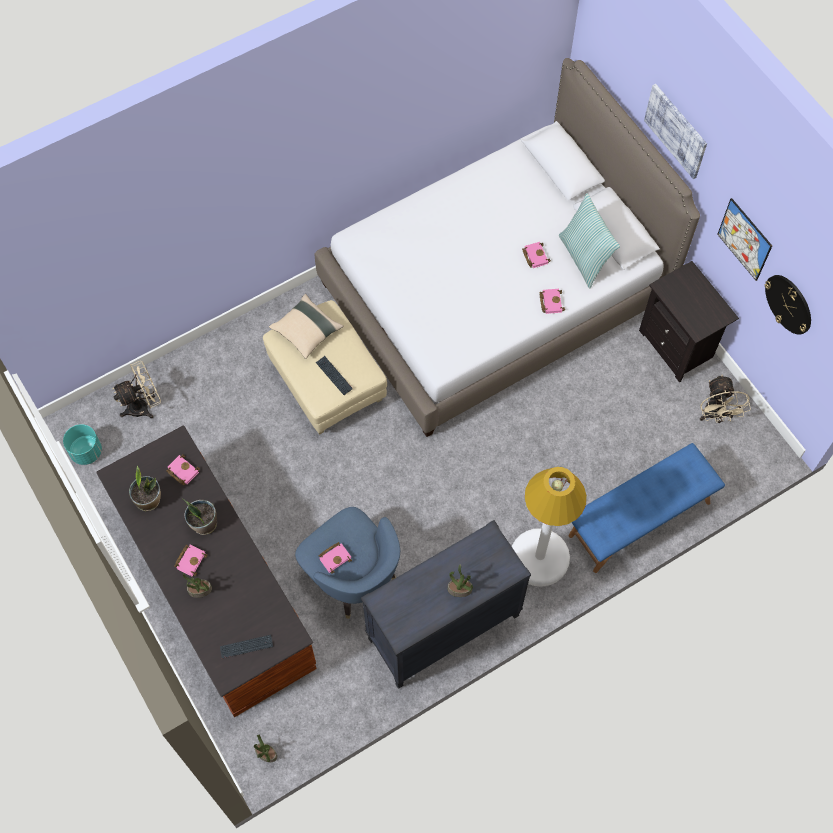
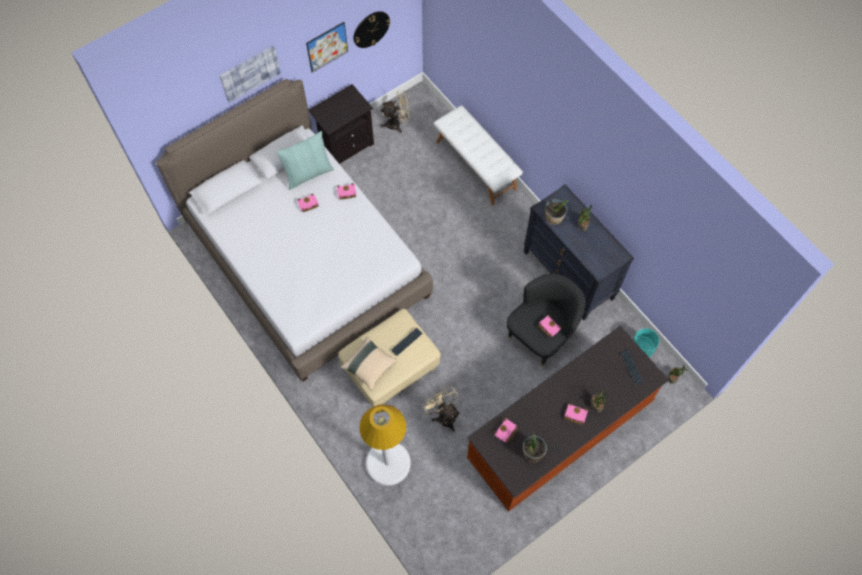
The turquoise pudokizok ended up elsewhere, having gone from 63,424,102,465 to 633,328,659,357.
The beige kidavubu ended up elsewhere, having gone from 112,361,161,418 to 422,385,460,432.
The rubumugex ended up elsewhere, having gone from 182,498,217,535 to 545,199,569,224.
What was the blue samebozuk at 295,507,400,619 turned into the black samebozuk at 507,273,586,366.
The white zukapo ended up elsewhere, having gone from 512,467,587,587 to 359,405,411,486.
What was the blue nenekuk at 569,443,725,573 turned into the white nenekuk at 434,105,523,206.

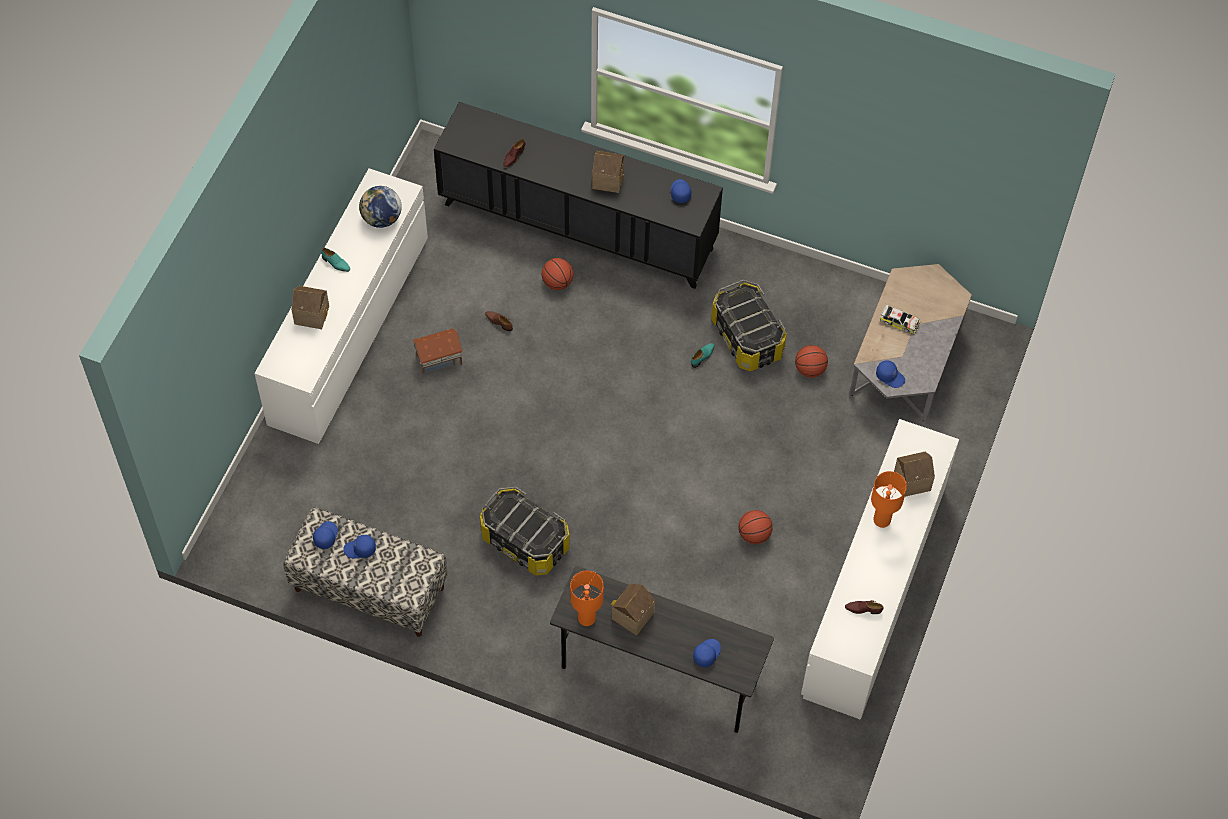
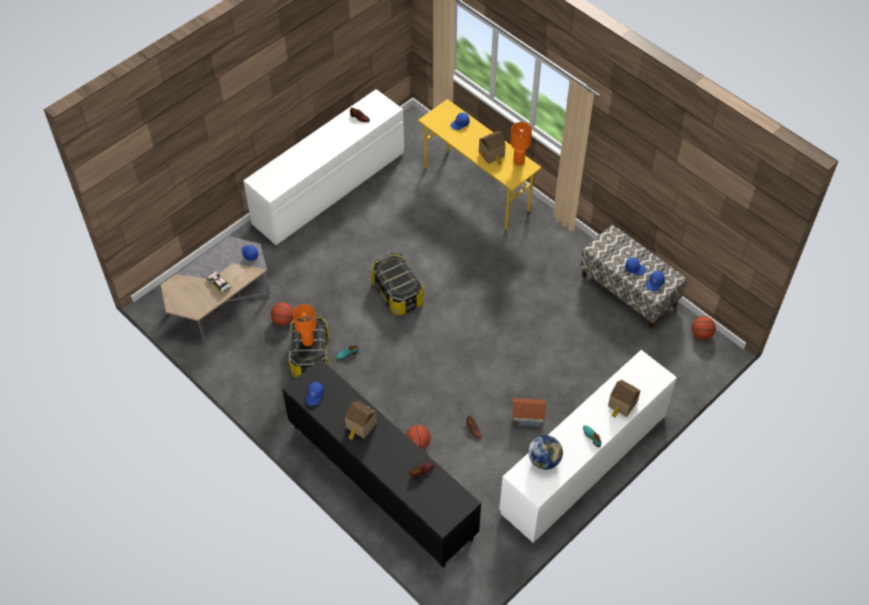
The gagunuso ended up elsewhere, having gone from 480,487,570,575 to 371,252,424,315.
What was the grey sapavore at 550,566,774,733 turned into the yellow sapavore at 418,99,541,230.
The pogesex ended up elsewhere, having gone from 738,510,773,544 to 692,316,716,340.
The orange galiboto ended up elsewhere, having gone from 871,471,907,528 to 293,304,316,346.
The second view lost the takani at 894,451,935,497.

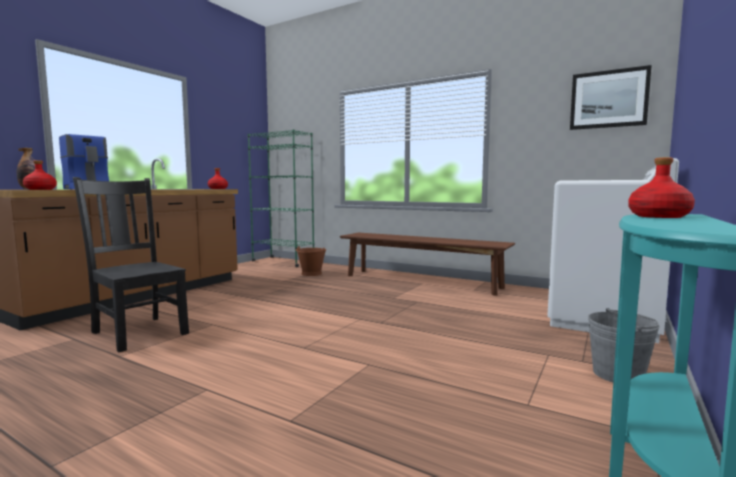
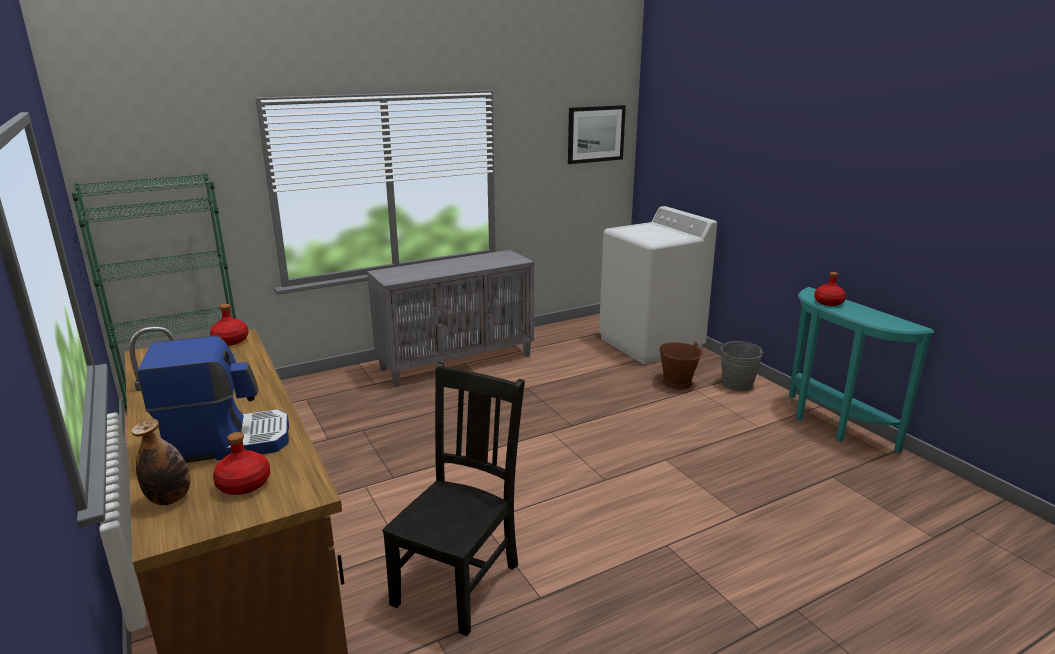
The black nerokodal at 73,177,189,352 ended up facing another way, 135 degrees clockwise from before.
The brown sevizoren ended up elsewhere, having gone from 296,246,326,276 to 659,342,703,390.
Where the brown nenekuk stood at 340,233,515,295, the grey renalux came to stand at 367,250,534,387.

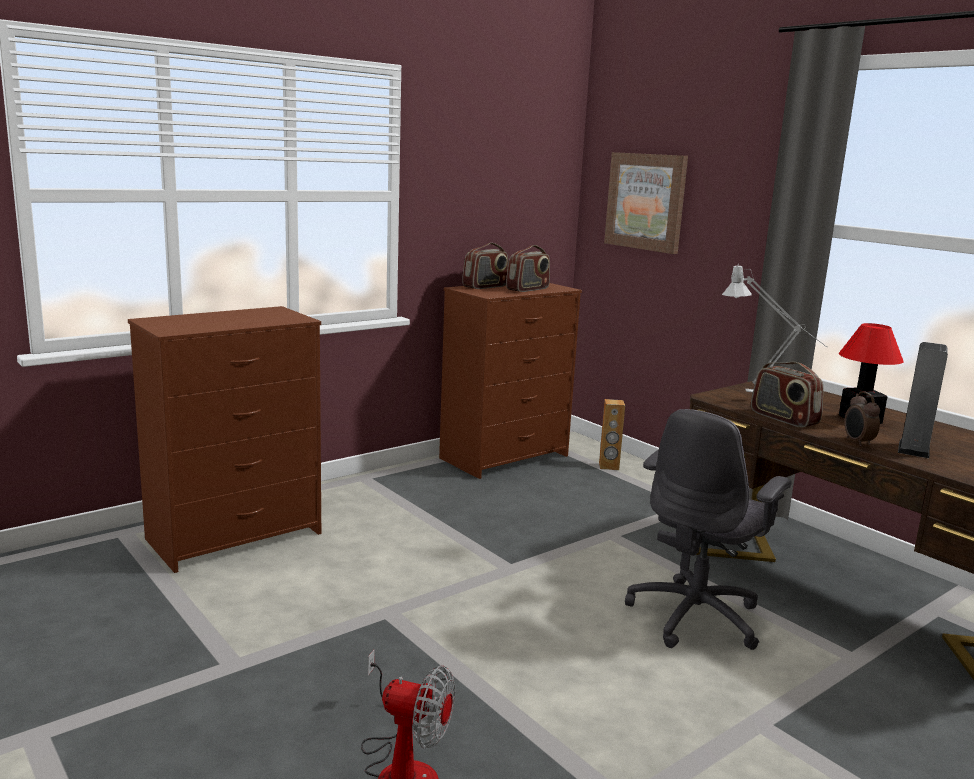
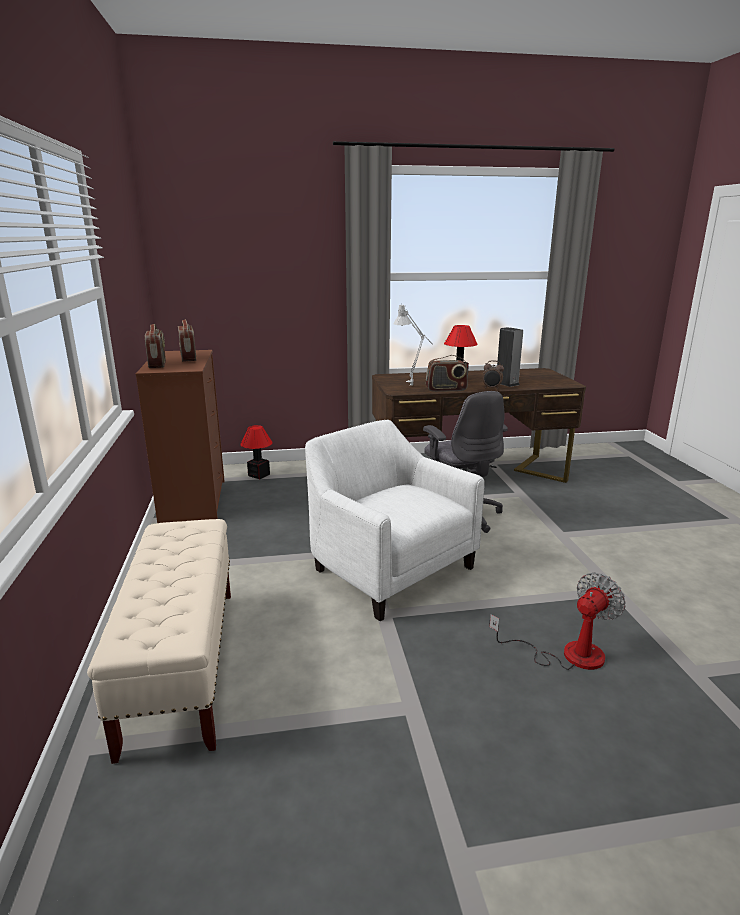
Where the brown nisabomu stood at 128,306,321,573, the beige nenekuk came to stand at 87,519,231,764.
Where the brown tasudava stood at 599,399,625,470, the galiboto came to stand at 241,425,273,479.
The second view lost the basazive at 604,152,688,254.
The second view gained the white samebozuk at 305,420,485,621.

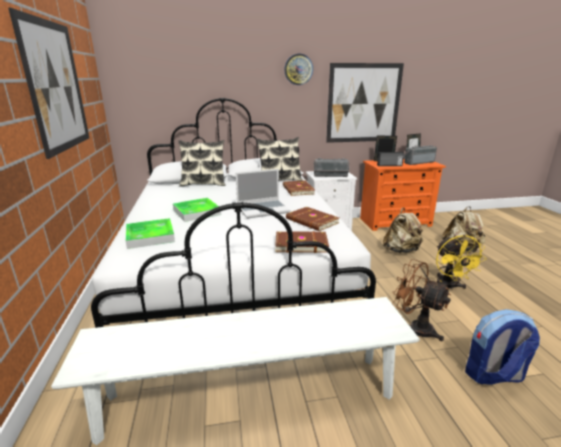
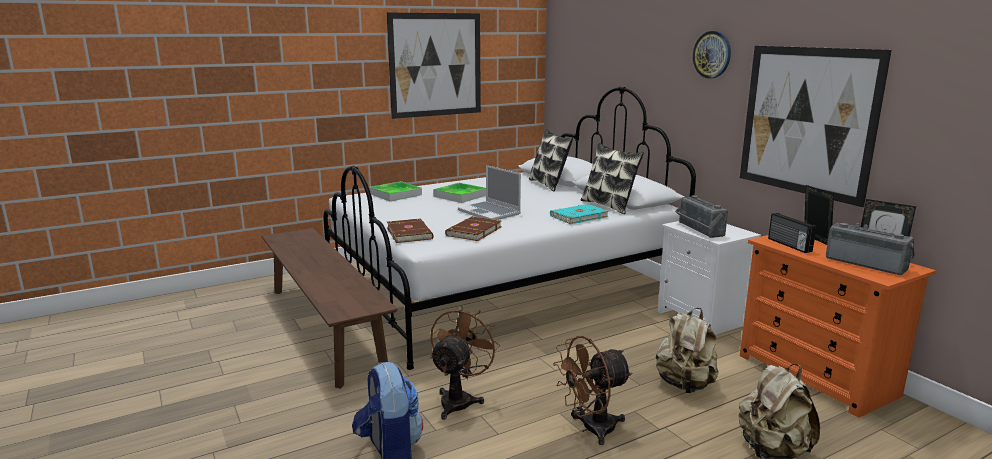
What was the white nenekuk at 51,297,420,445 turned into the brown nenekuk at 262,228,397,389.
What was the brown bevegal at 283,180,315,196 turned into the turquoise bevegal at 550,204,609,224.
What was the yellow kidavubu at 436,235,487,290 turned into the brown kidavubu at 553,336,633,445.

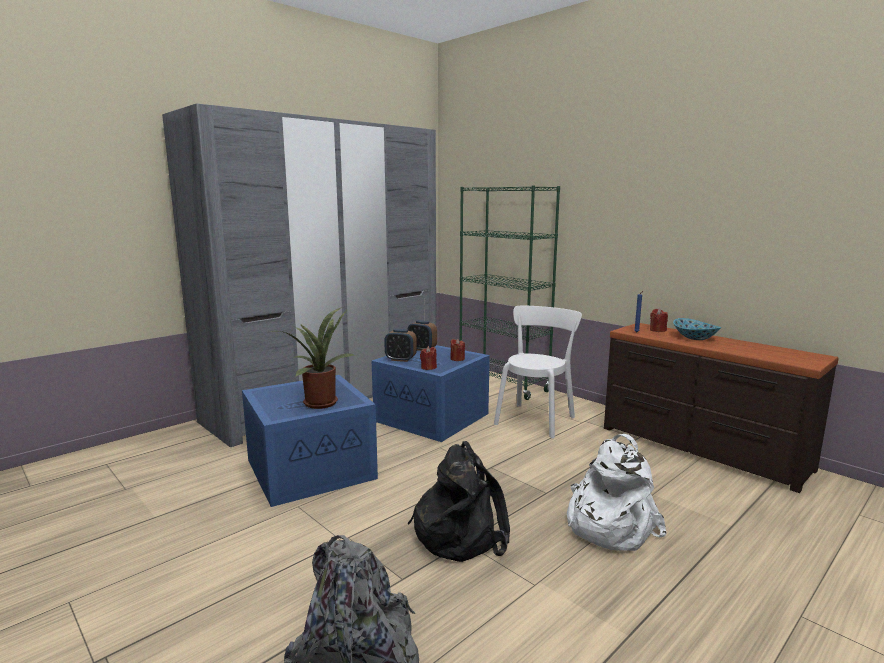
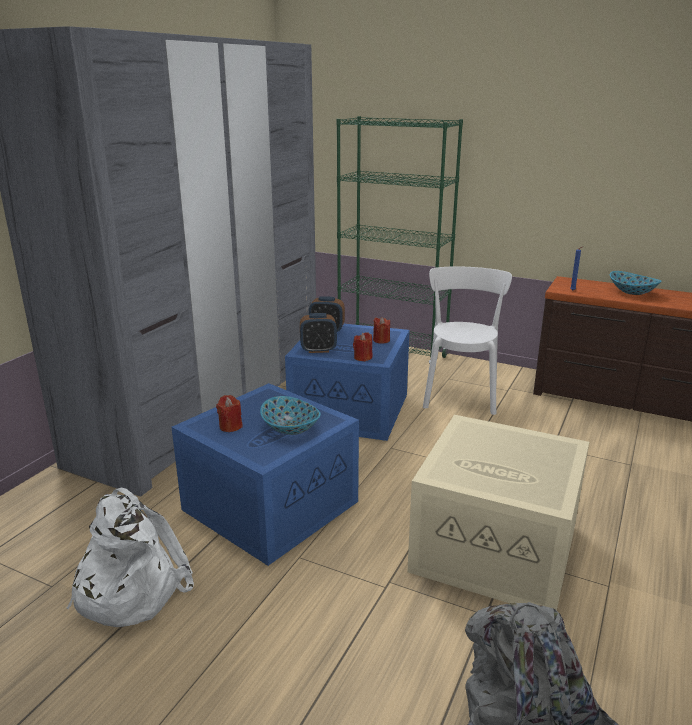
Where the rubumugex stood at 269,307,356,409, the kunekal came to stand at 260,396,321,435.
Where the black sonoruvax stood at 408,441,510,562, the beige gagunuso came to stand at 407,415,589,611.
The white sonoruvax ended up elsewhere, having gone from 567,434,667,551 to 66,488,194,627.
The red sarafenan ended up elsewhere, having gone from 650,309,668,332 to 216,395,243,432.

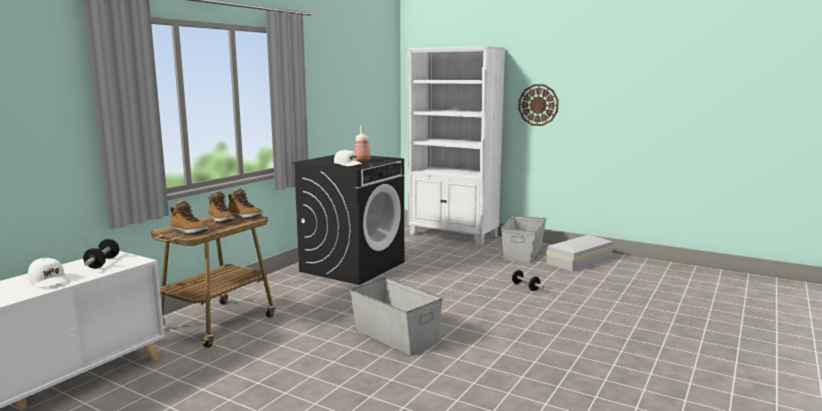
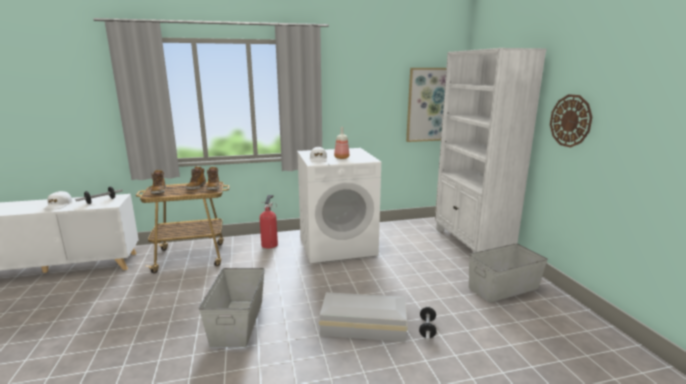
What was the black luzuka at 292,155,404,285 turned into the white luzuka at 297,148,381,263.
The white gagunuso ended up elsewhere, having gone from 546,235,614,272 to 319,292,407,342.
The second view gained the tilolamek at 259,195,278,249.
The second view gained the basazive at 406,68,446,142.

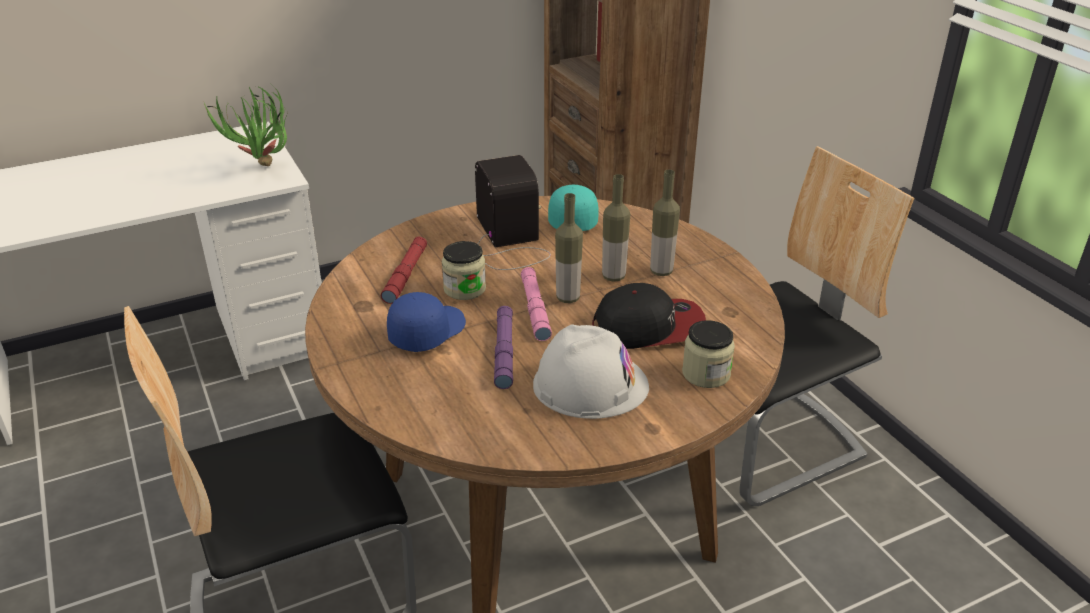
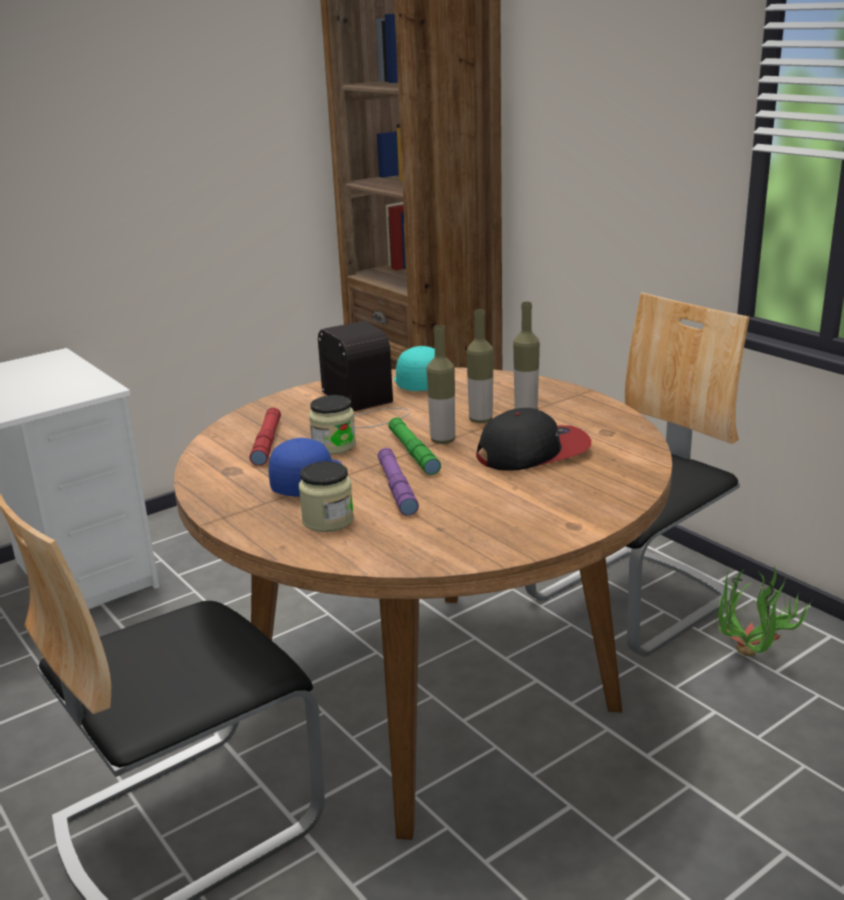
The rubumugex ended up elsewhere, having gone from 204,83,288,166 to 716,566,812,656.
What was the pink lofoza at 521,267,552,341 turned into the green lofoza at 388,417,441,475.
The second view lost the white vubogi at 533,324,649,419.
The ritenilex ended up elsewhere, having gone from 682,320,735,388 to 299,461,354,532.

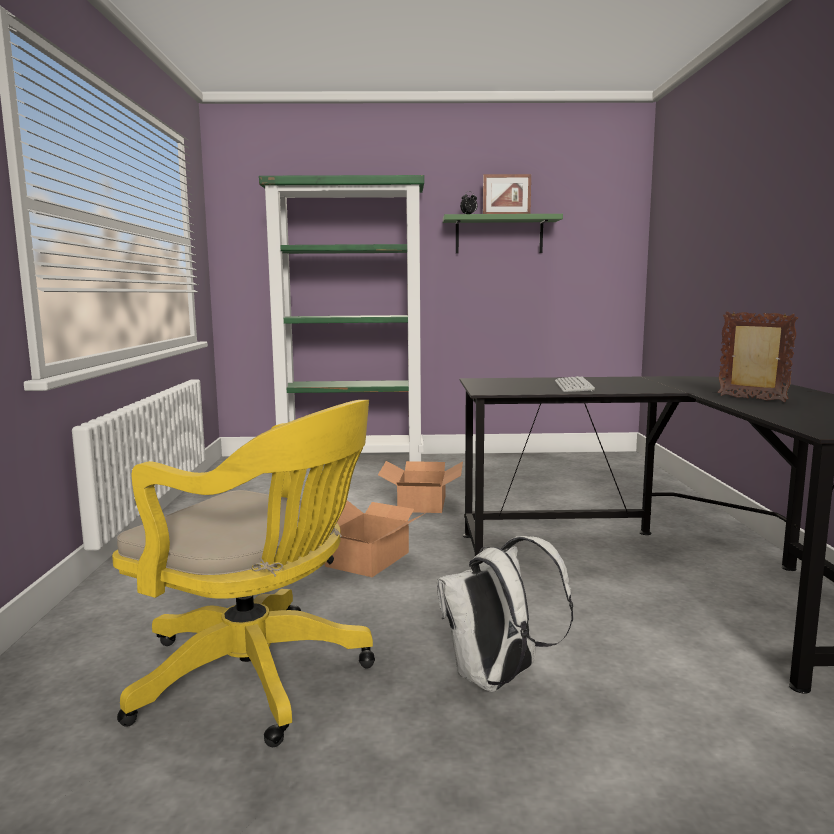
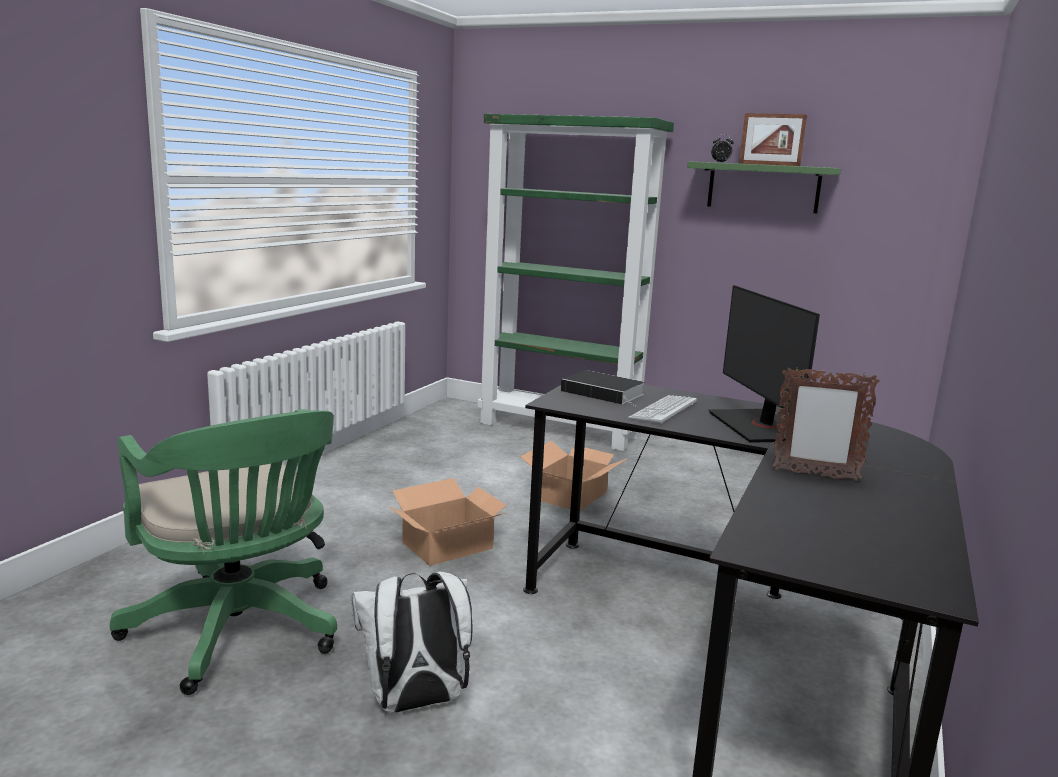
What was the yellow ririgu at 112,400,375,747 turned into the green ririgu at 110,409,337,695.
The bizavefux at 718,312,798,402 ended up facing another way, 120 degrees clockwise from before.
The second view gained the bevegal at 561,370,645,406.
The second view gained the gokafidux at 708,285,820,443.

